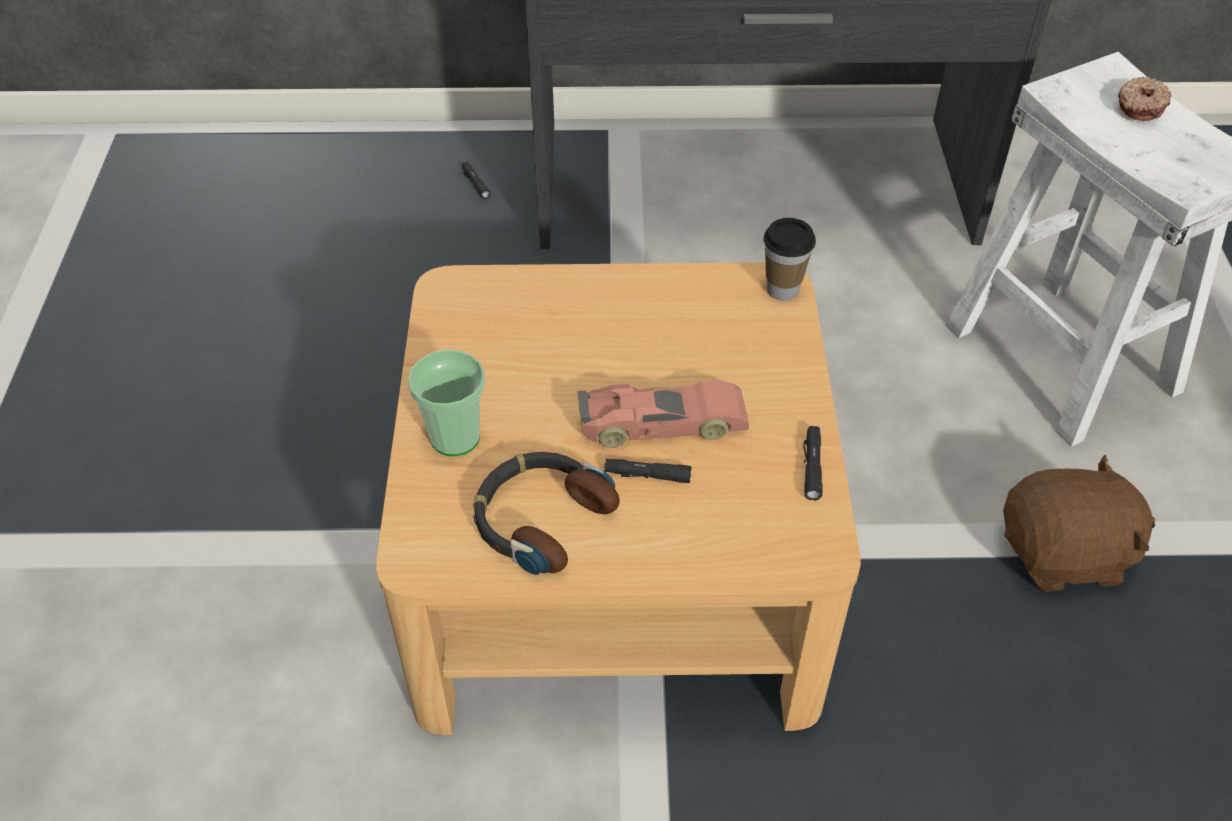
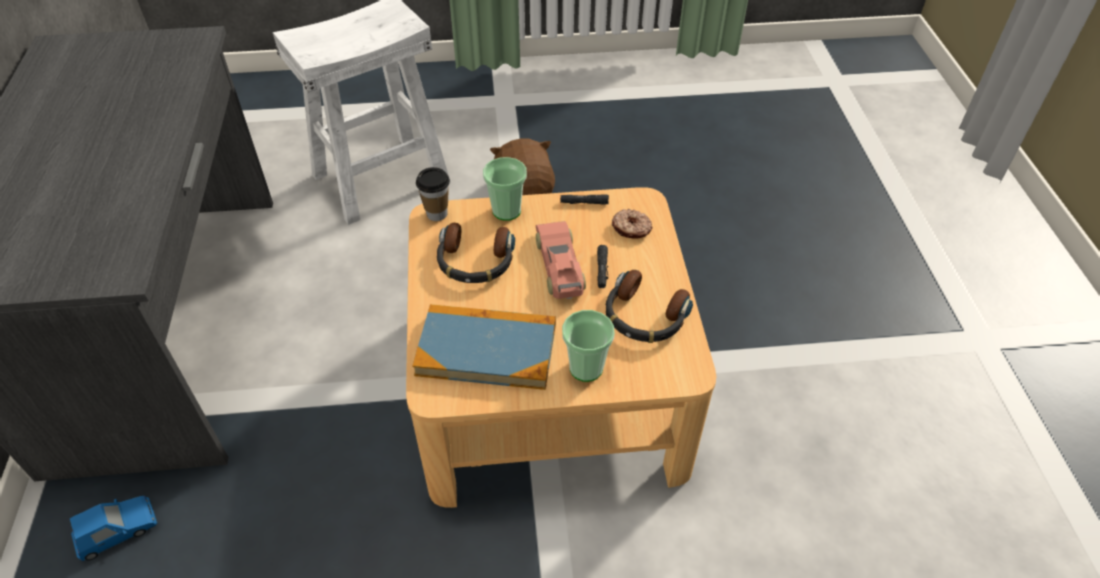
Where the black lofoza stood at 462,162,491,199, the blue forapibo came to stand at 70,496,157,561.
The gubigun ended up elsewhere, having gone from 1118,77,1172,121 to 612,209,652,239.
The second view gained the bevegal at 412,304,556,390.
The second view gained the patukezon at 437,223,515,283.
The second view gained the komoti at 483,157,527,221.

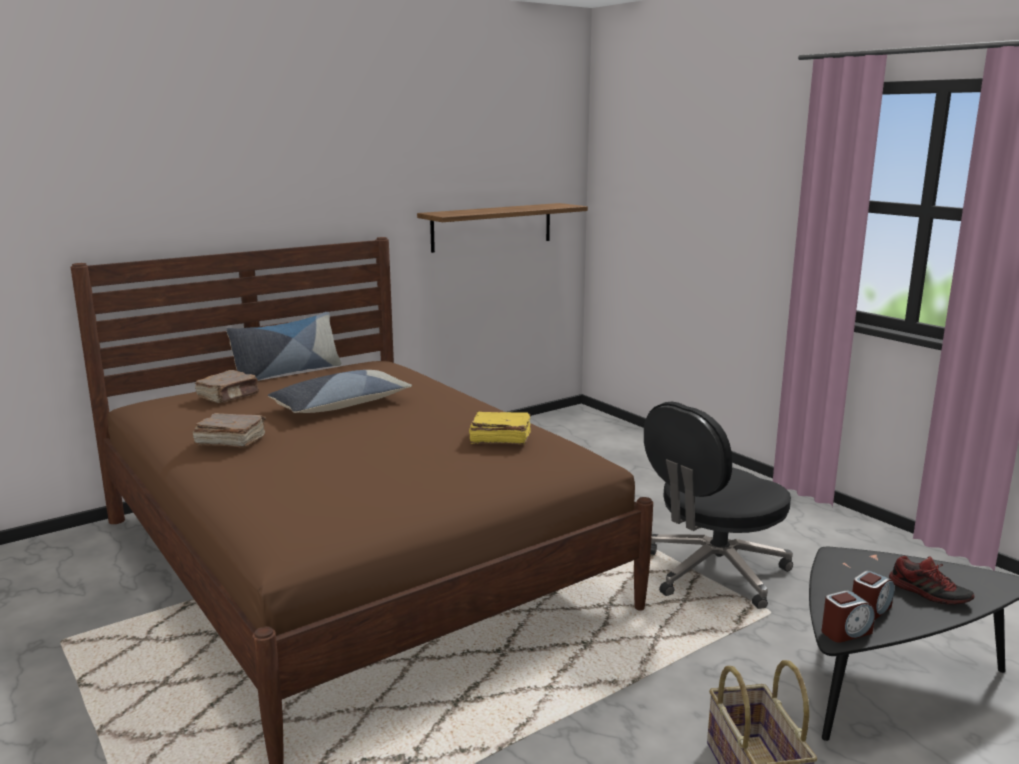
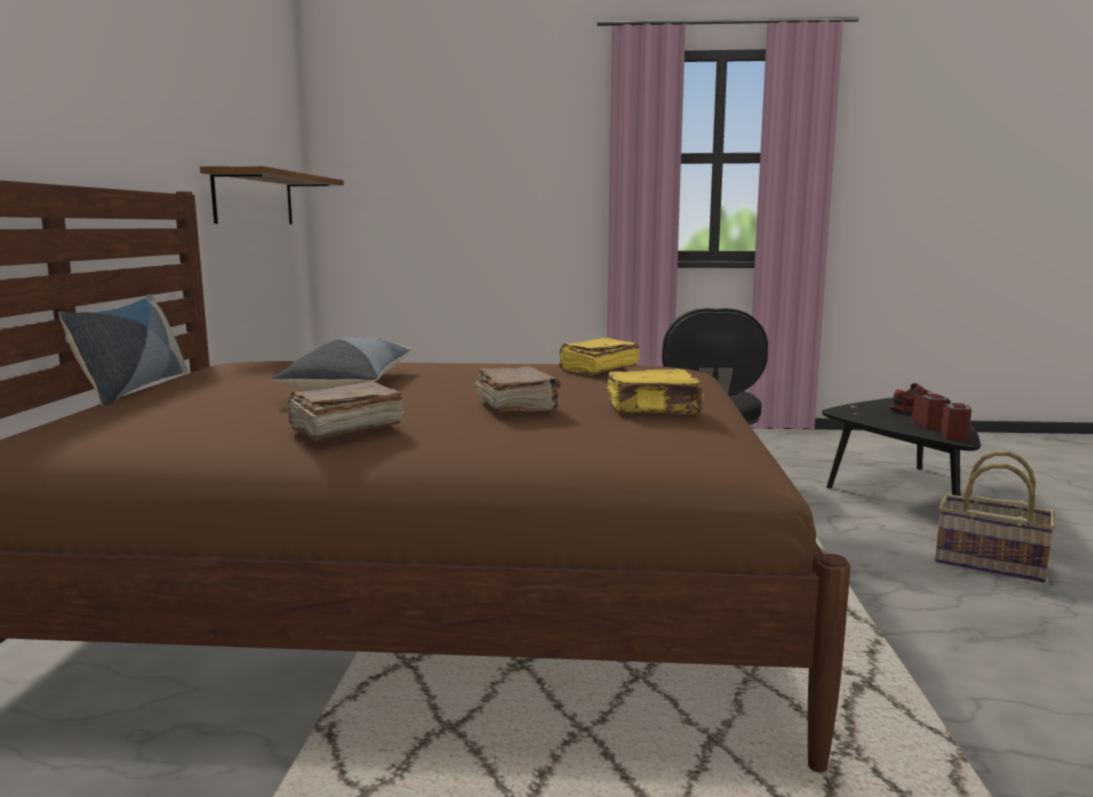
The brown bevegal ended up elsewhere, having gone from 195,370,259,403 to 475,366,561,412.
The second view gained the yellow bevegal at 607,369,704,414.

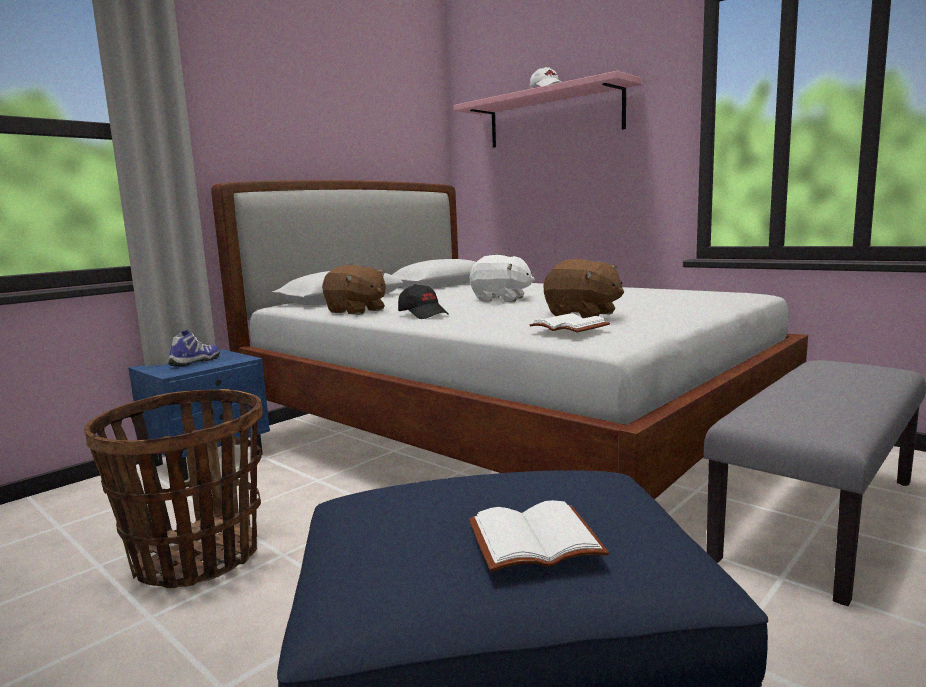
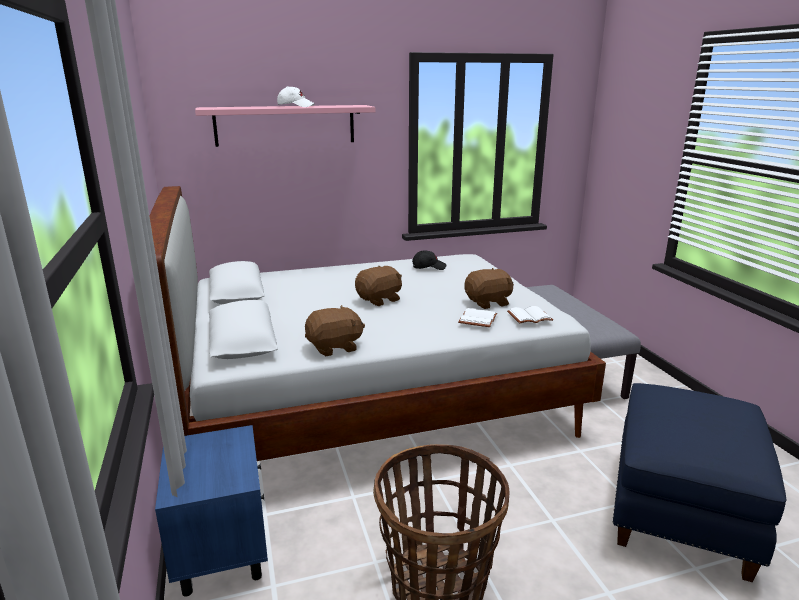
The second view lost the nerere at 169,330,220,367.
The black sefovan ended up elsewhere, having gone from 398,284,449,319 to 412,250,446,270.
The white bevegal ended up elsewhere, having gone from 469,500,609,572 to 458,308,497,327.
What was the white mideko at 470,255,535,302 turned into the brown mideko at 355,266,402,306.

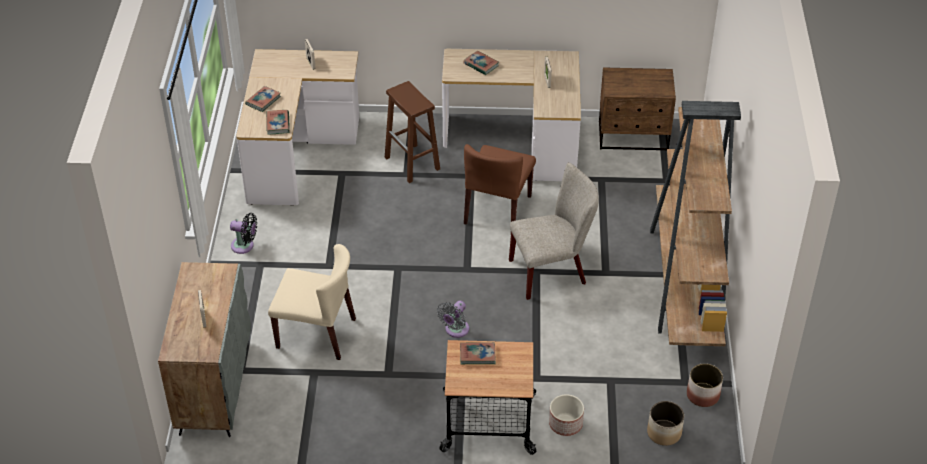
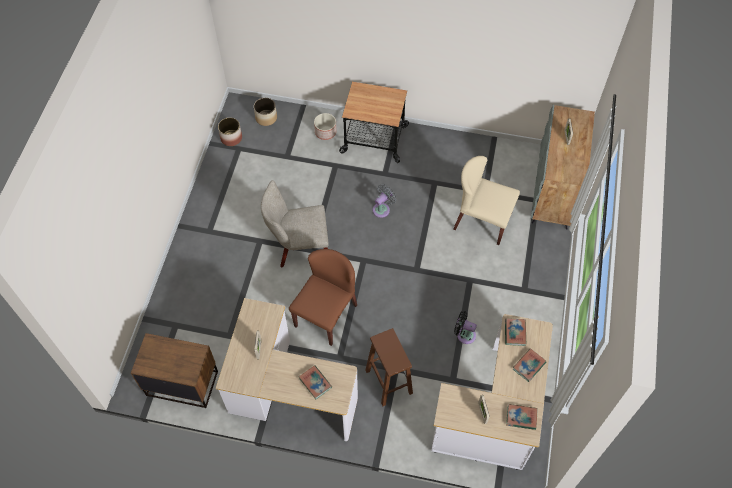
The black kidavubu ended up elsewhere, having gone from 230,213,257,254 to 454,311,477,344.
The bevegal ended up elsewhere, having gone from 460,342,496,364 to 506,404,538,430.
The second view lost the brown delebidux at 650,101,741,346.

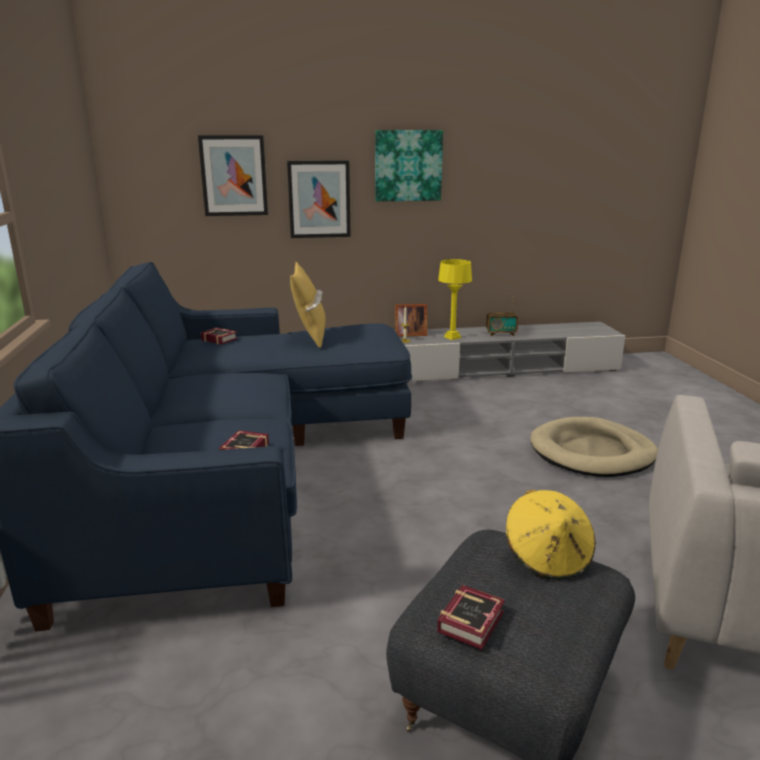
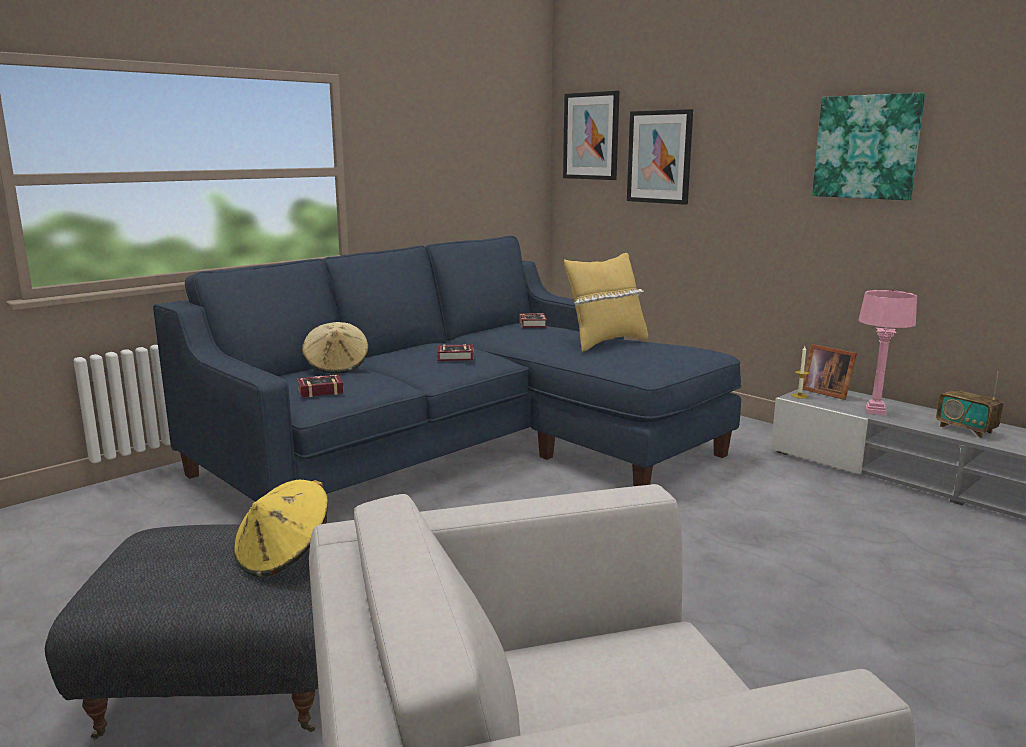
The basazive ended up elsewhere, having gone from 287,160,351,238 to 563,91,619,180.
The bevegal ended up elsewhere, having gone from 437,585,505,650 to 437,344,474,361.
What was the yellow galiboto at 438,259,472,340 turned into the pink galiboto at 859,290,917,415.
The second view lost the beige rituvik at 530,417,658,477.
The second view gained the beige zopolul at 302,322,369,374.

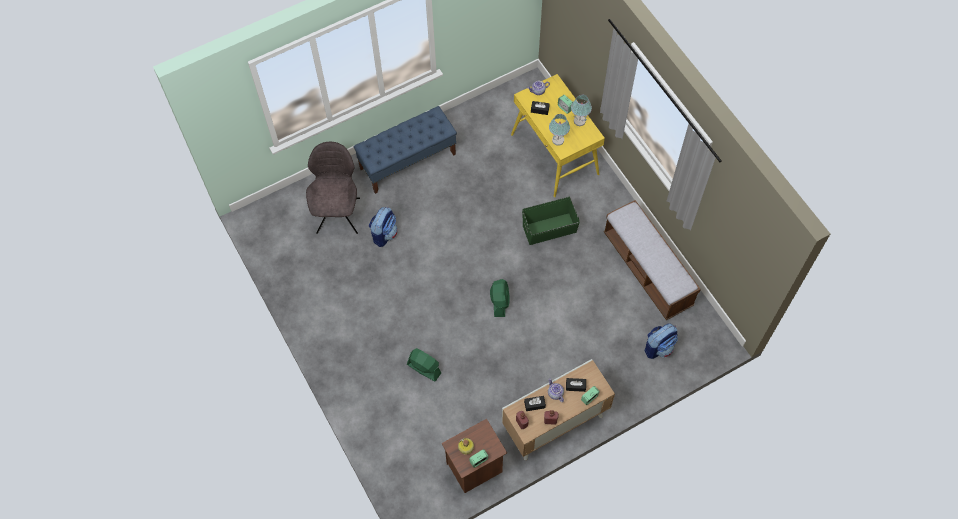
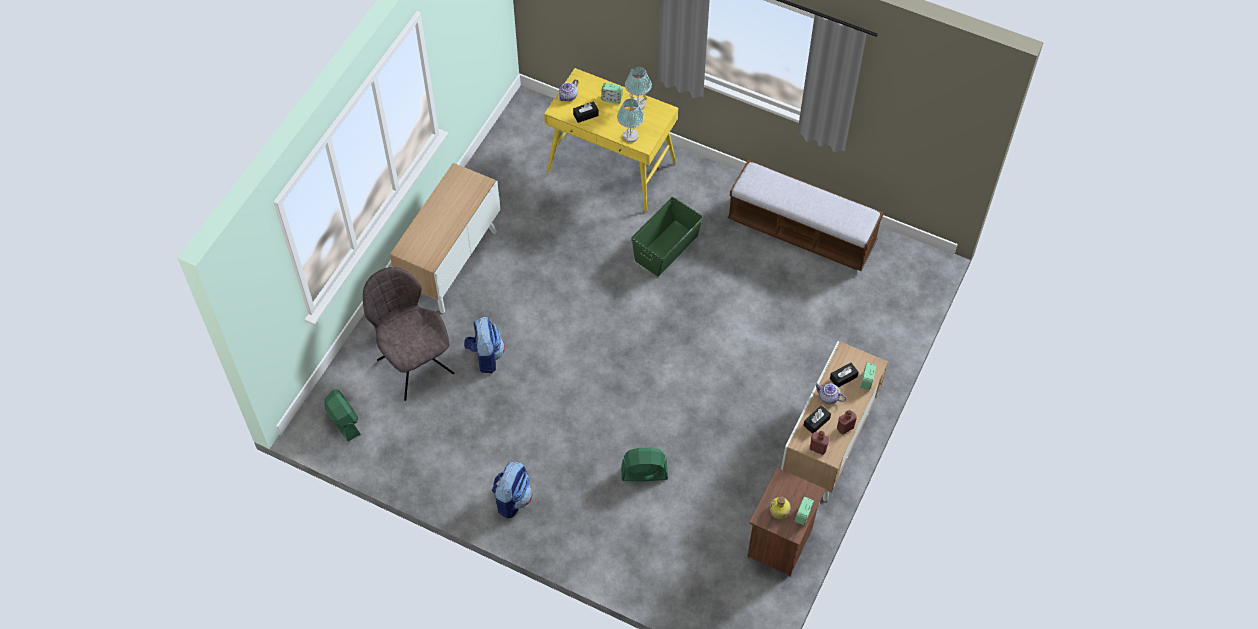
Where the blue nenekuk stood at 354,106,457,194, the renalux came to stand at 390,163,500,313.
The green kidavubu ended up elsewhere, having gone from 490,279,509,317 to 324,390,361,441.
The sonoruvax ended up elsewhere, having gone from 644,323,678,359 to 492,461,532,519.

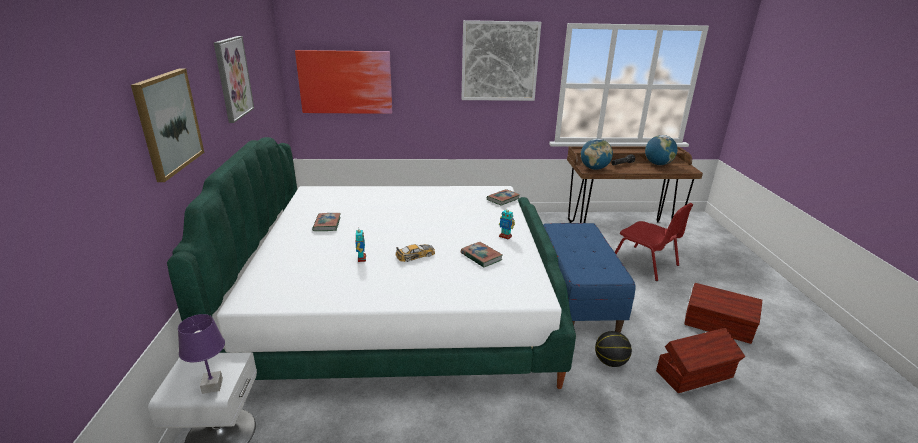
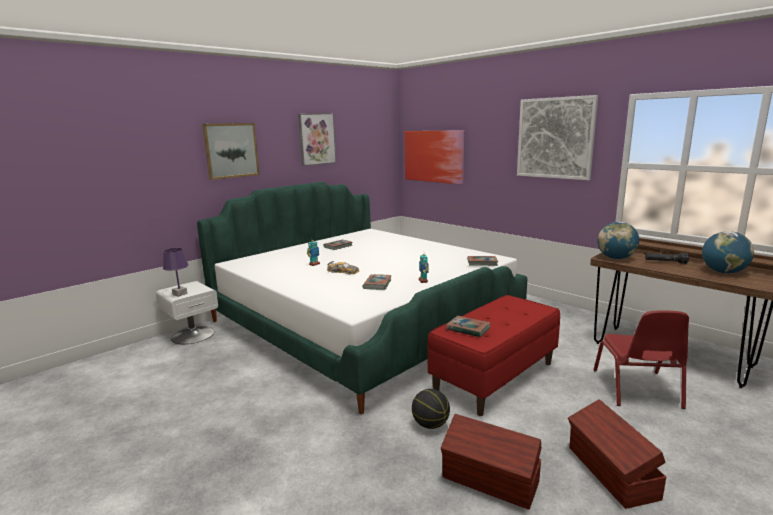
What was the blue nenekuk at 543,223,636,333 turned into the red nenekuk at 427,295,560,416.
The second view gained the bevegal at 446,316,491,337.

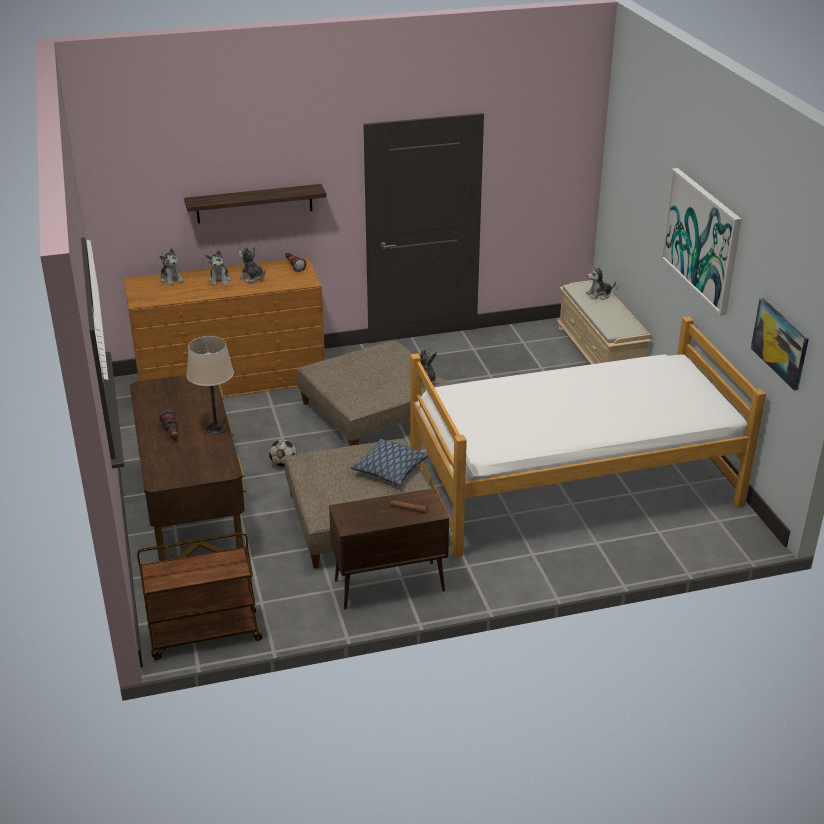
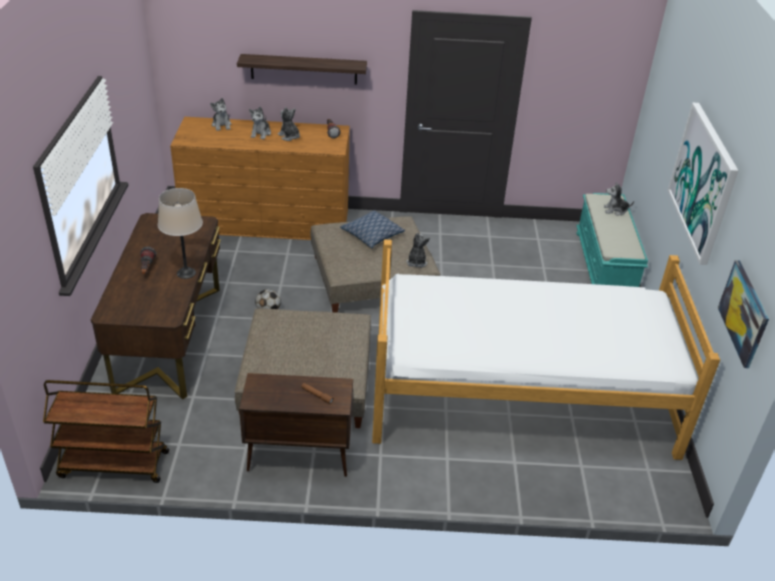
The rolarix ended up elsewhere, having gone from 351,439,428,486 to 340,210,405,248.
What was the beige nenekuk at 557,280,652,364 turned into the turquoise nenekuk at 576,193,648,287.

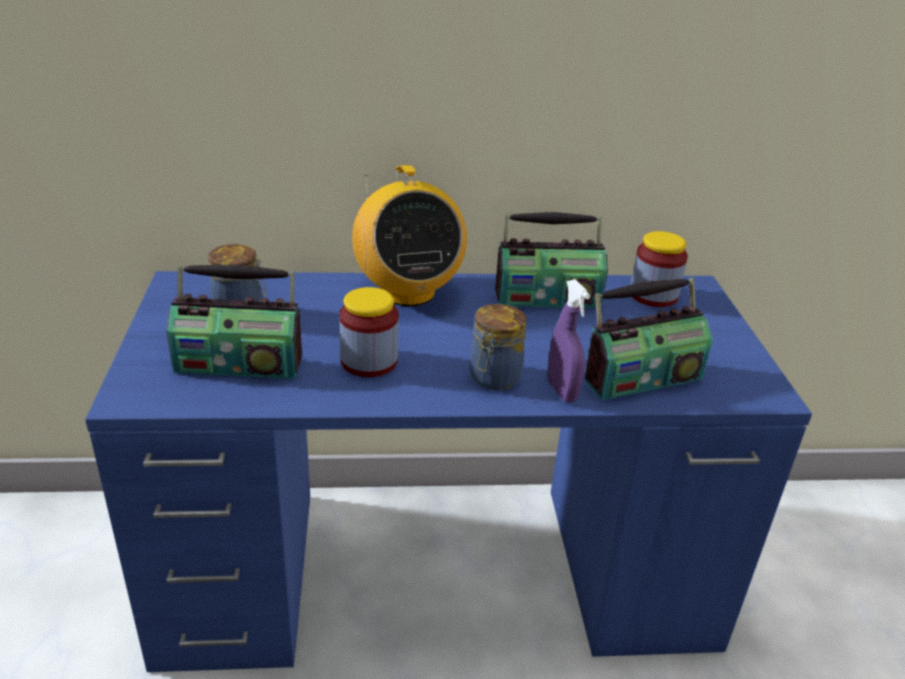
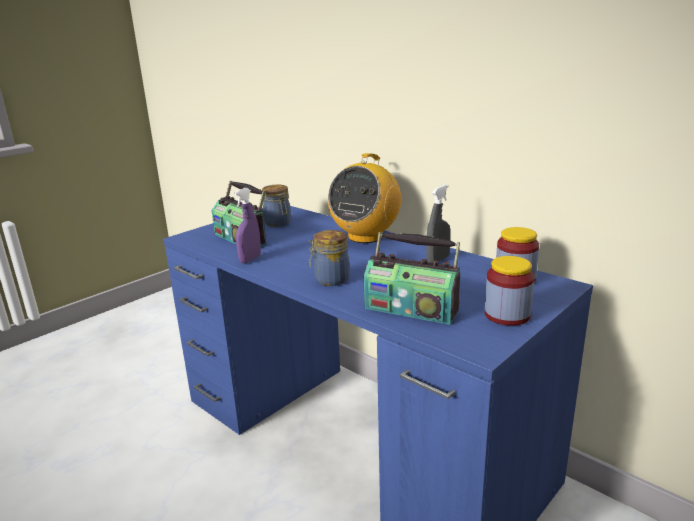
The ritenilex ended up elsewhere, having gone from 339,287,399,377 to 485,256,535,326.
Where the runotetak stood at 495,212,608,308, the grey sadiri came to stand at 426,184,451,263.
The purple sadiri ended up elsewhere, having gone from 547,279,590,402 to 234,188,261,263.

